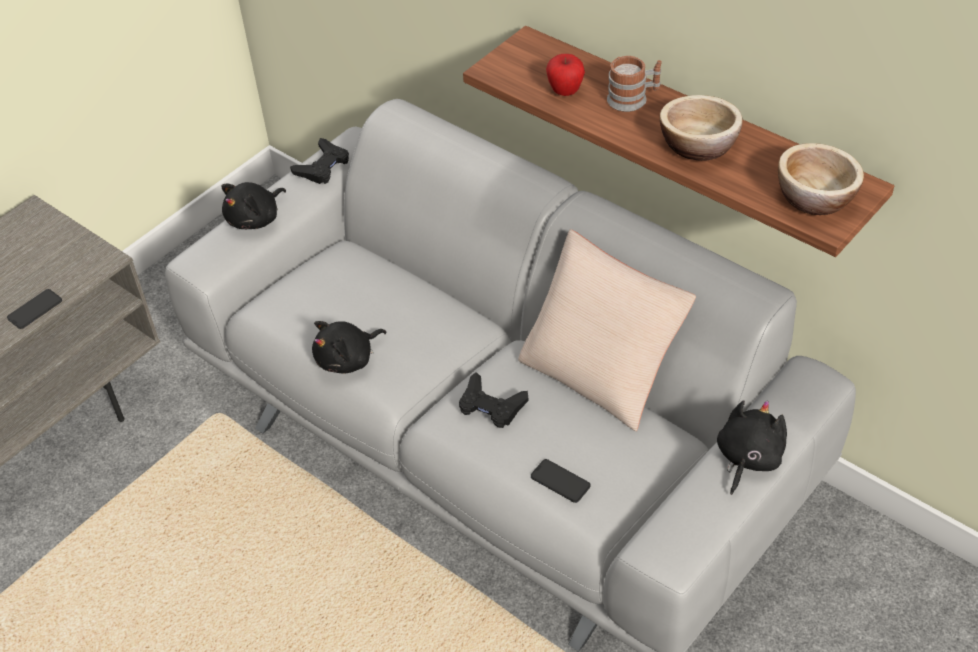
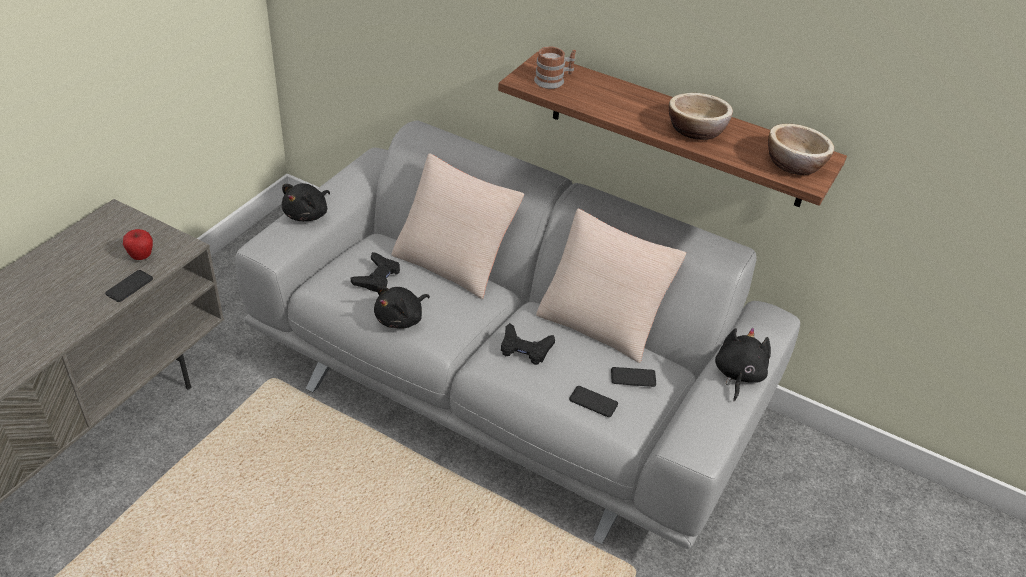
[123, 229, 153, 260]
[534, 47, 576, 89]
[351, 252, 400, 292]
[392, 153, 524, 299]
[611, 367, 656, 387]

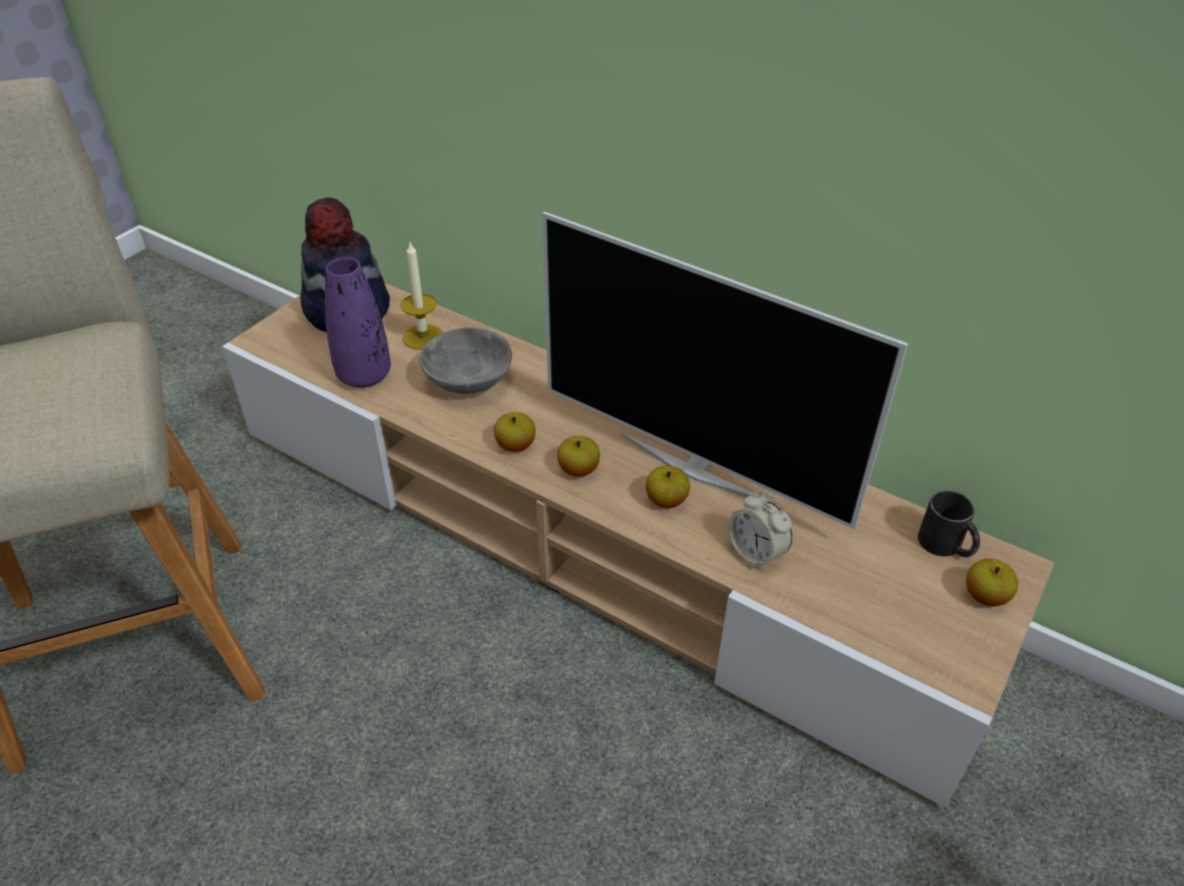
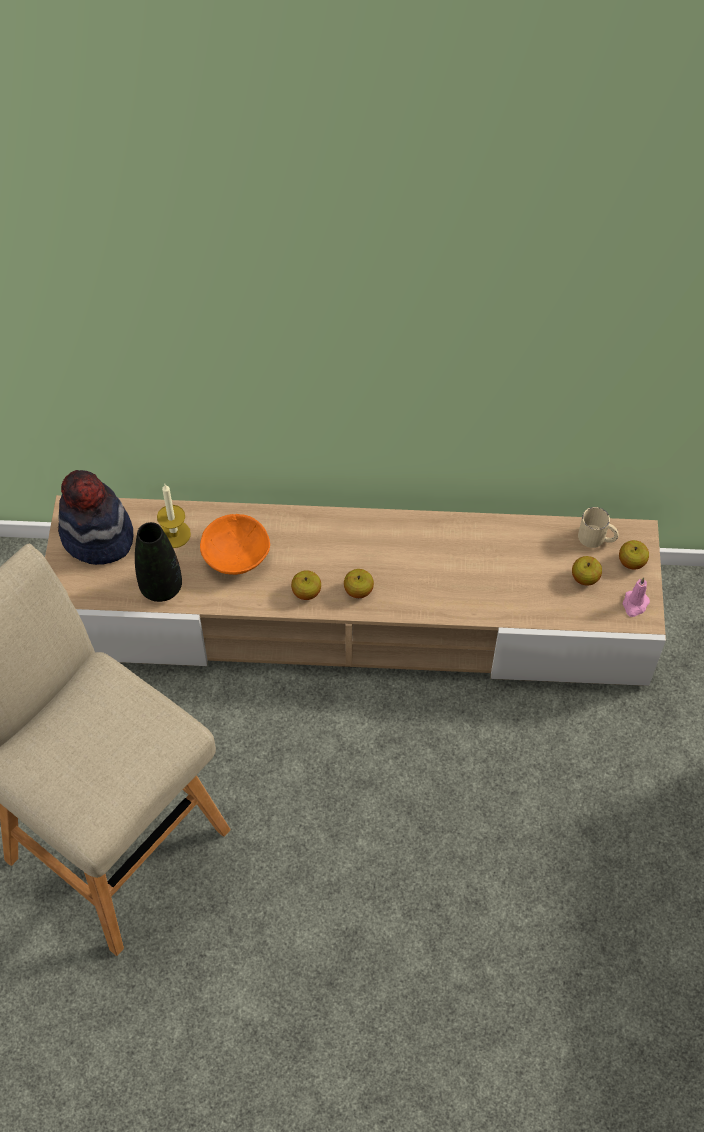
[542, 211, 908, 530] (first image)
[135, 522, 182, 602]
[200, 514, 270, 575]
[572, 556, 602, 586]
[578, 507, 619, 548]
[728, 491, 792, 571] (first image)
[623, 577, 650, 617]

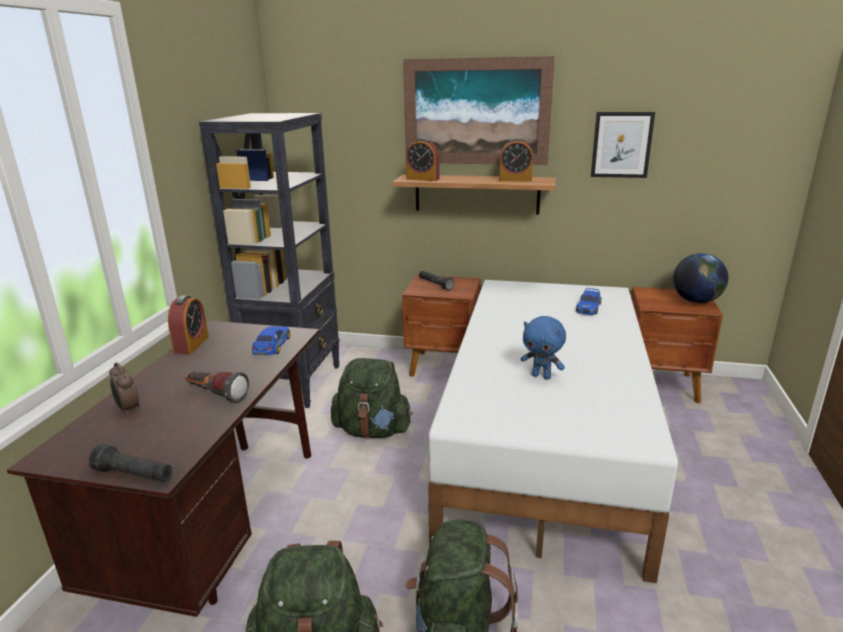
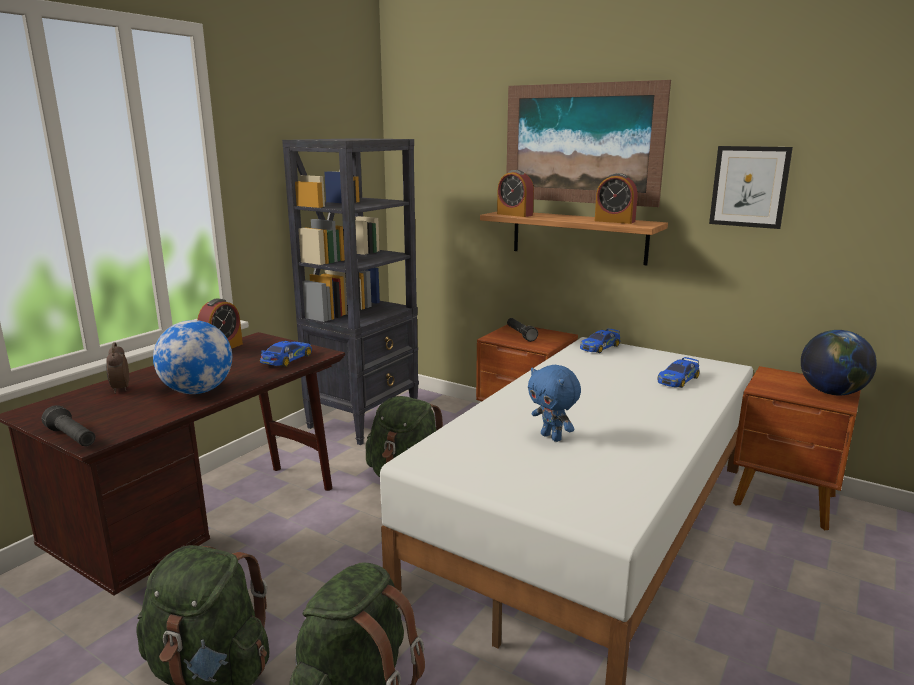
[153, 320, 232, 394]
[580, 328, 621, 353]

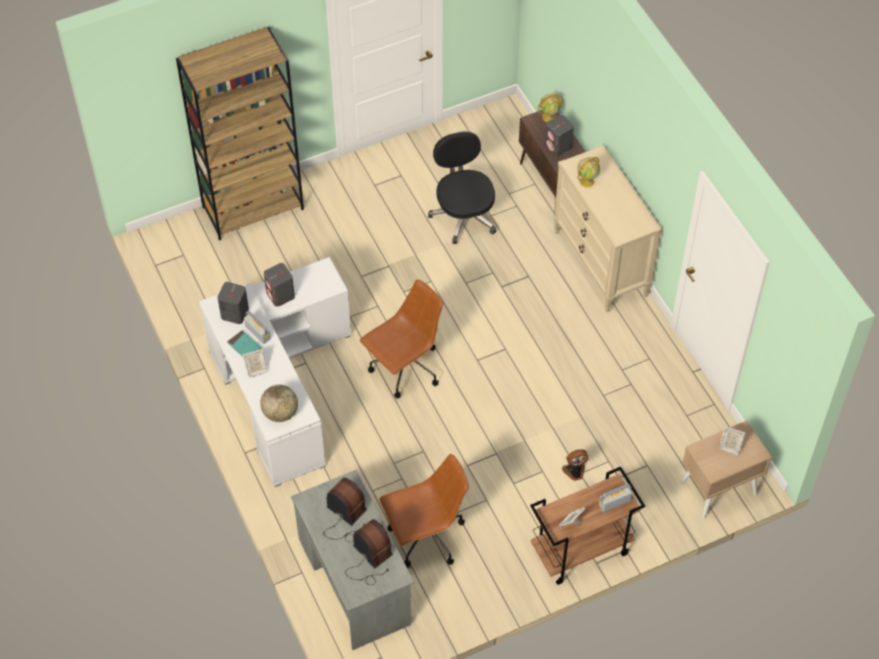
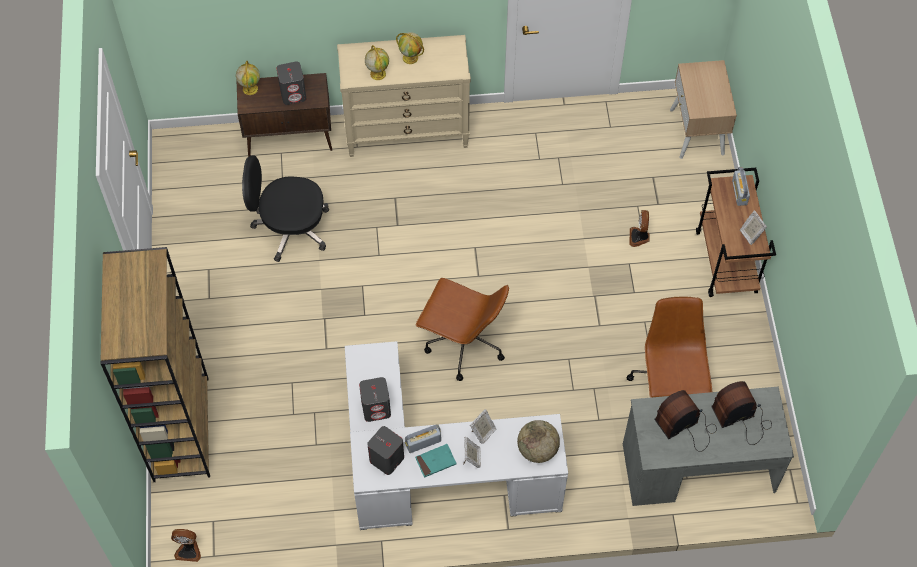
[416, 278, 509, 381]
[470, 409, 496, 444]
[396, 32, 424, 64]
[171, 529, 201, 562]

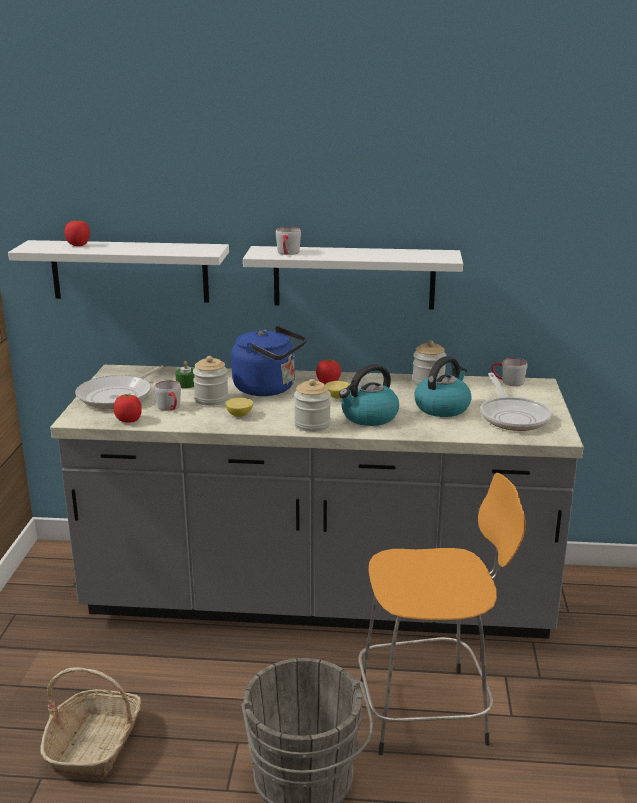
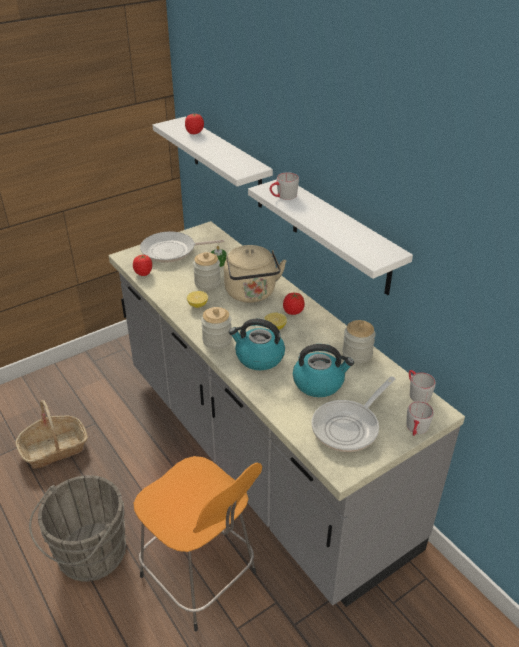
[224, 245, 286, 303]
[406, 401, 434, 436]

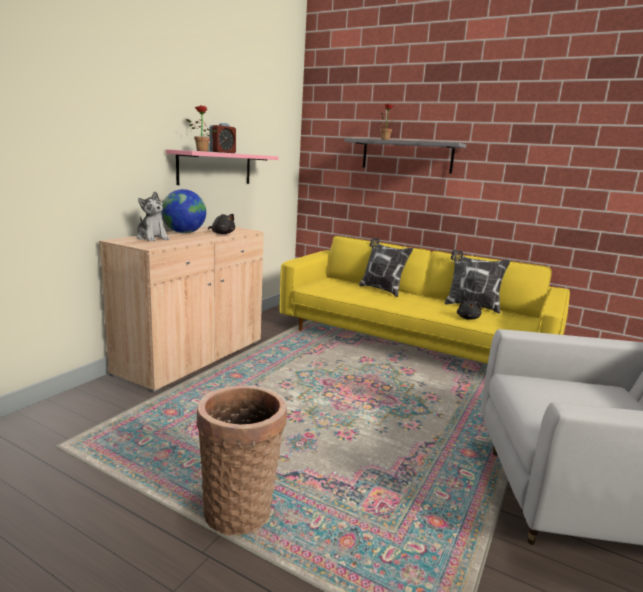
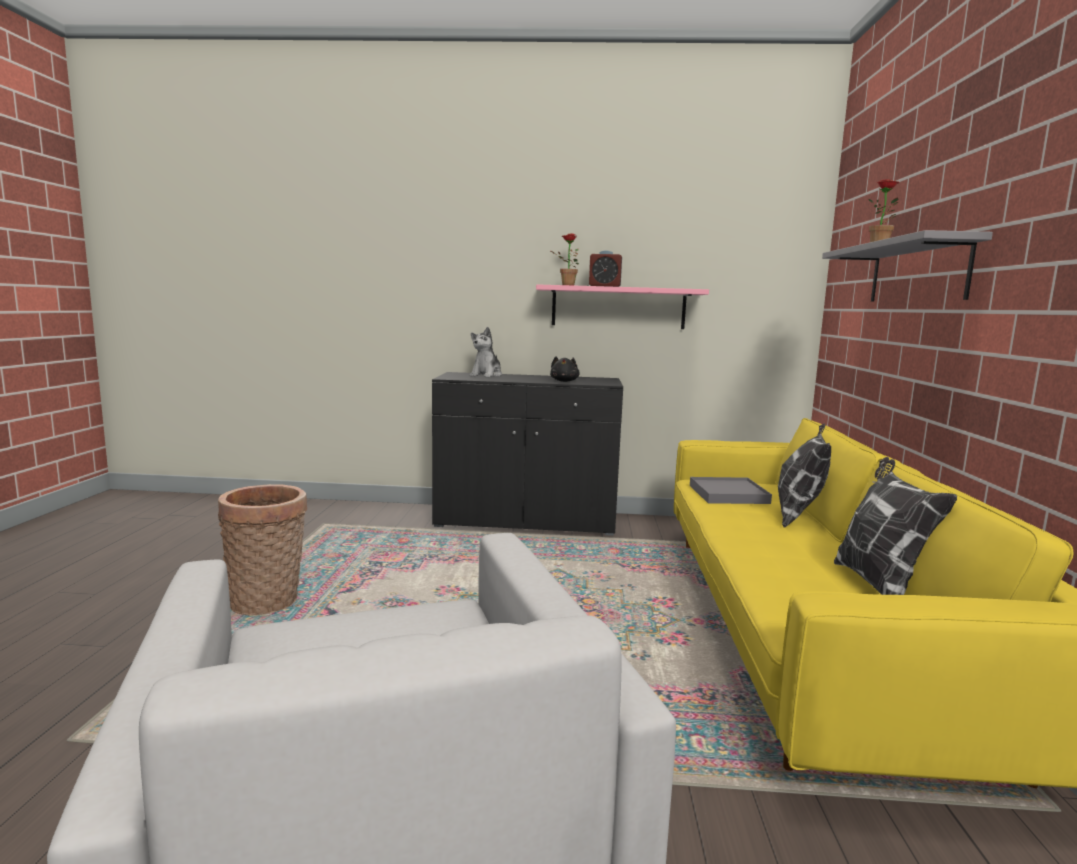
[161, 189, 206, 233] (first image)
[432, 372, 623, 536]
[457, 300, 482, 320] (first image)
[690, 477, 772, 504]

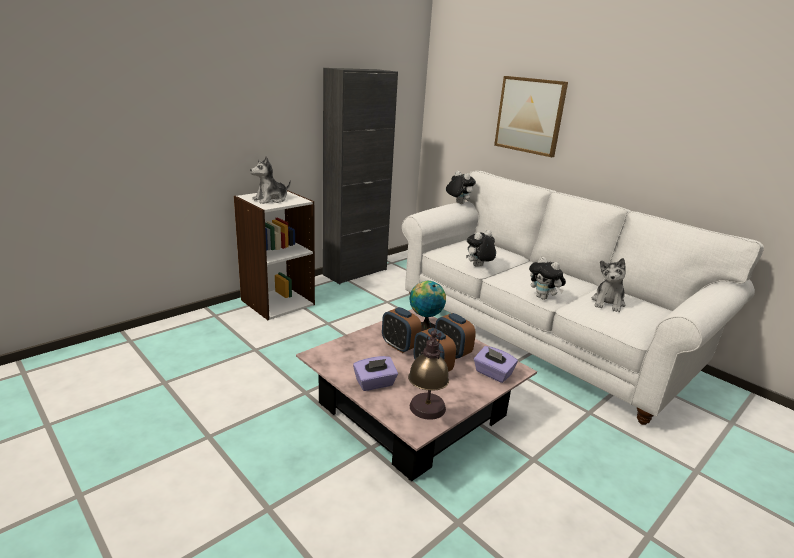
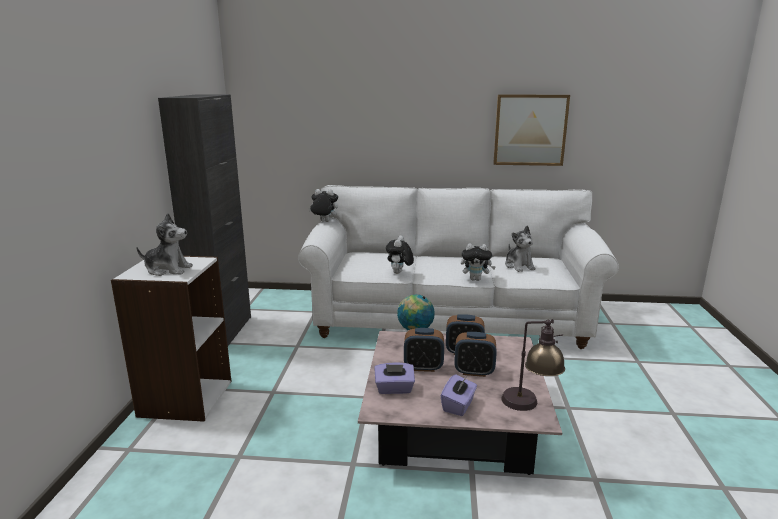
[493, 94, 570, 166]
[136, 213, 193, 276]
[374, 362, 415, 394]

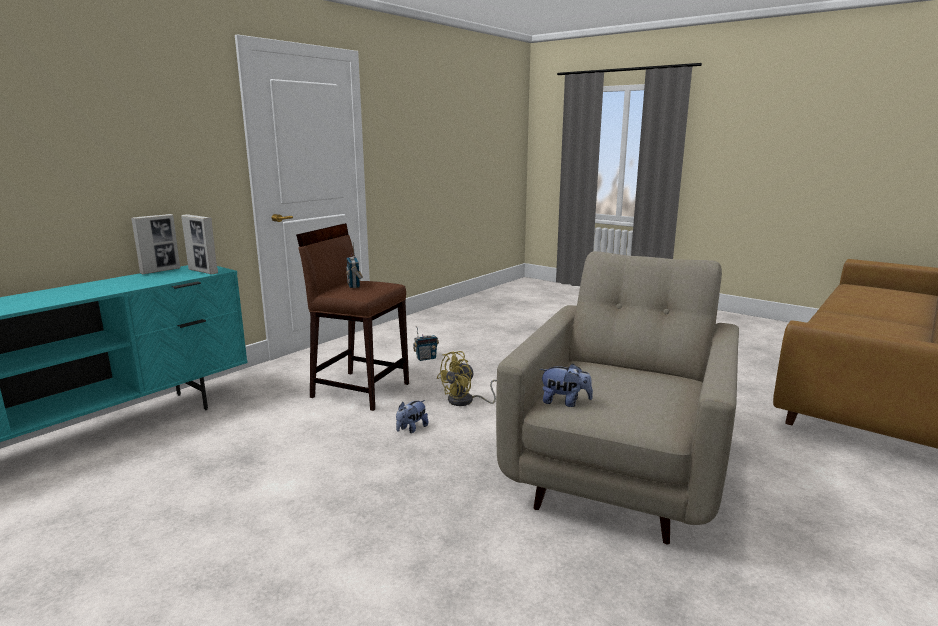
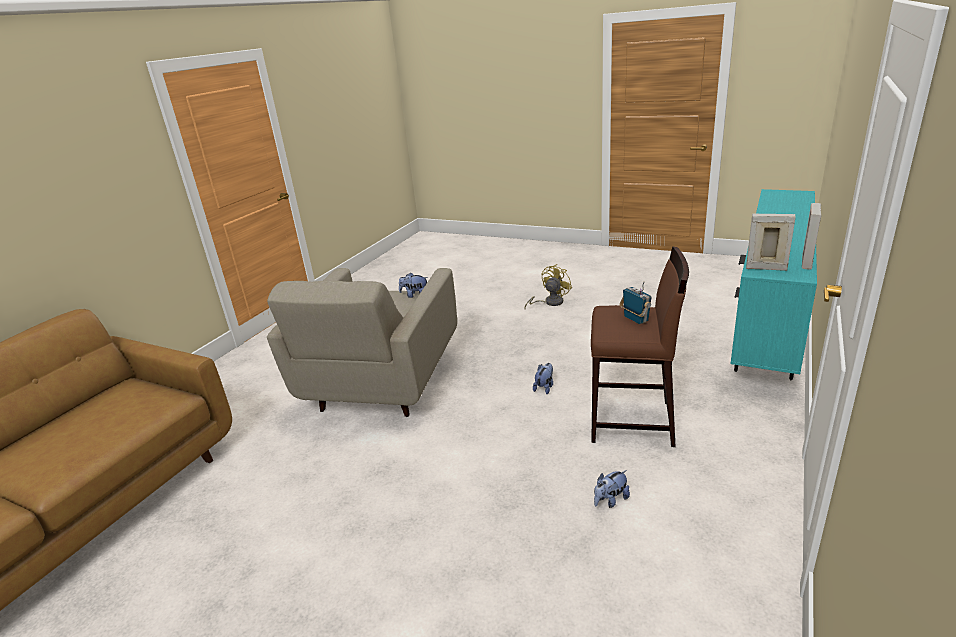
[594, 470, 630, 508]
[524, 264, 572, 309]

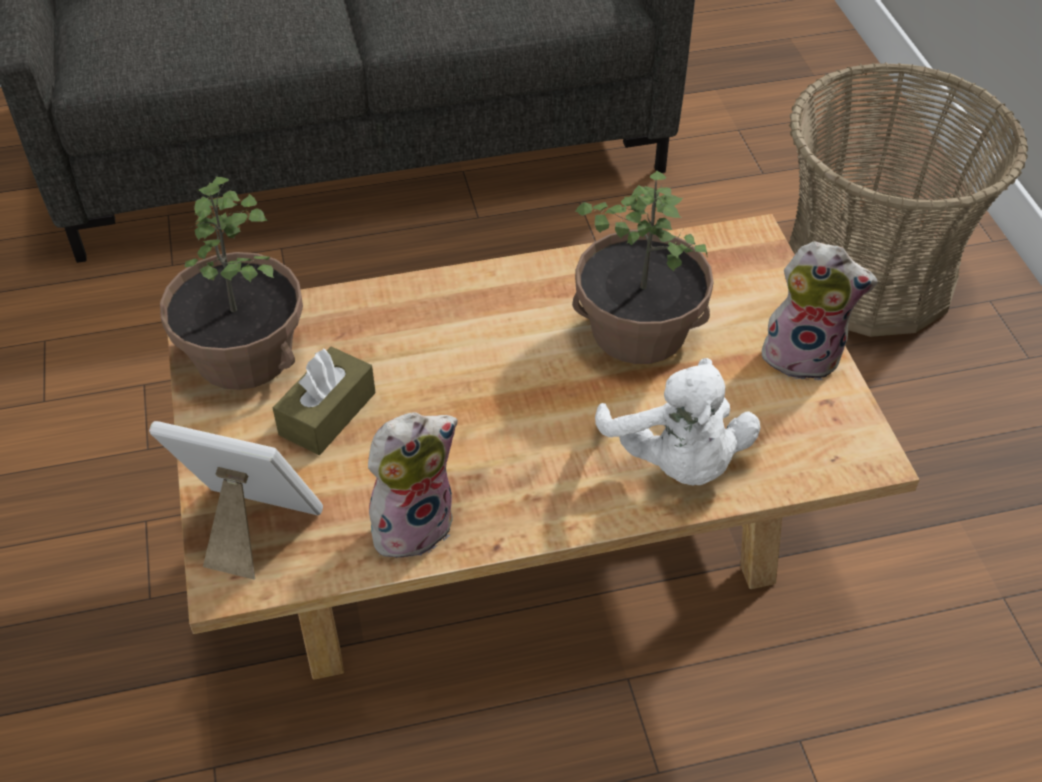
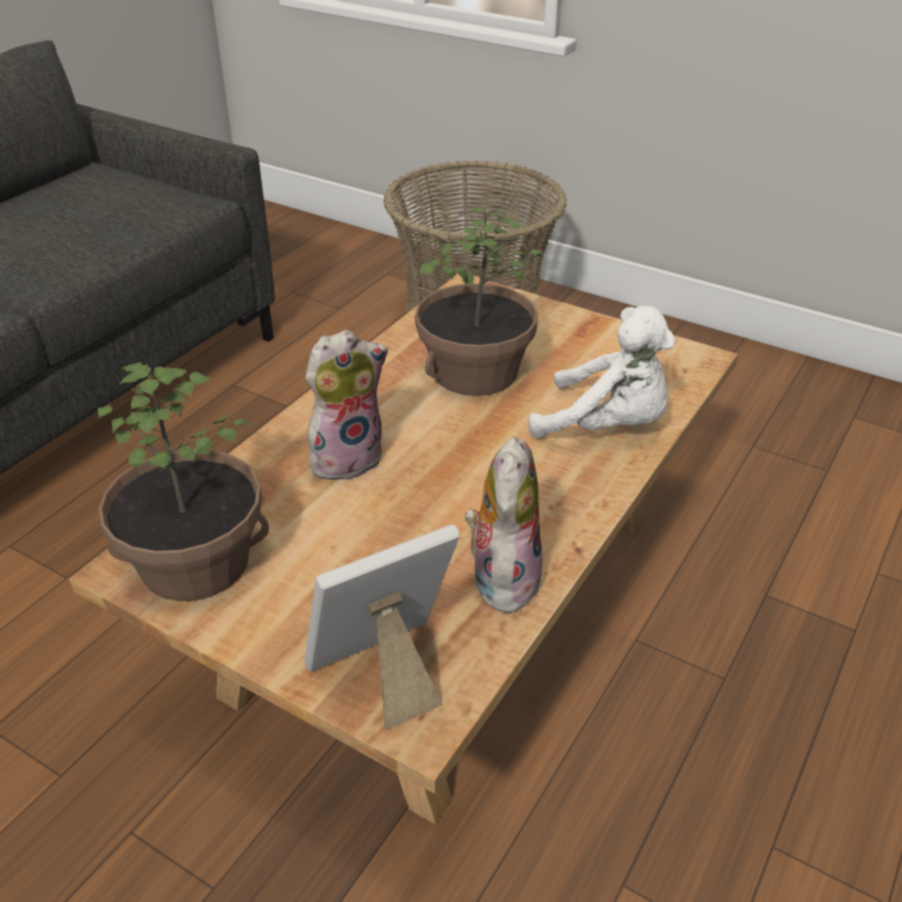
[306, 330, 388, 484]
[273, 347, 376, 455] (first image)

